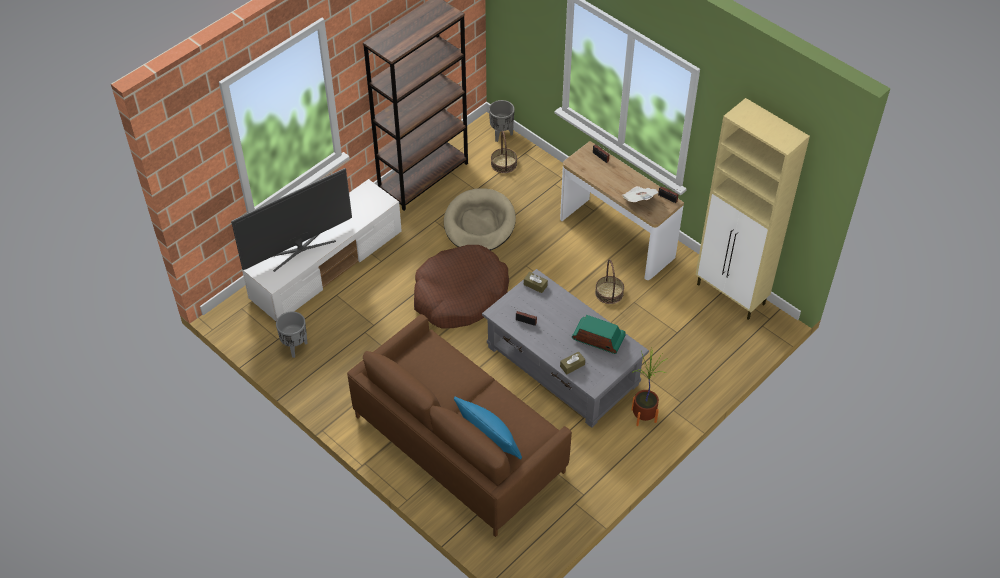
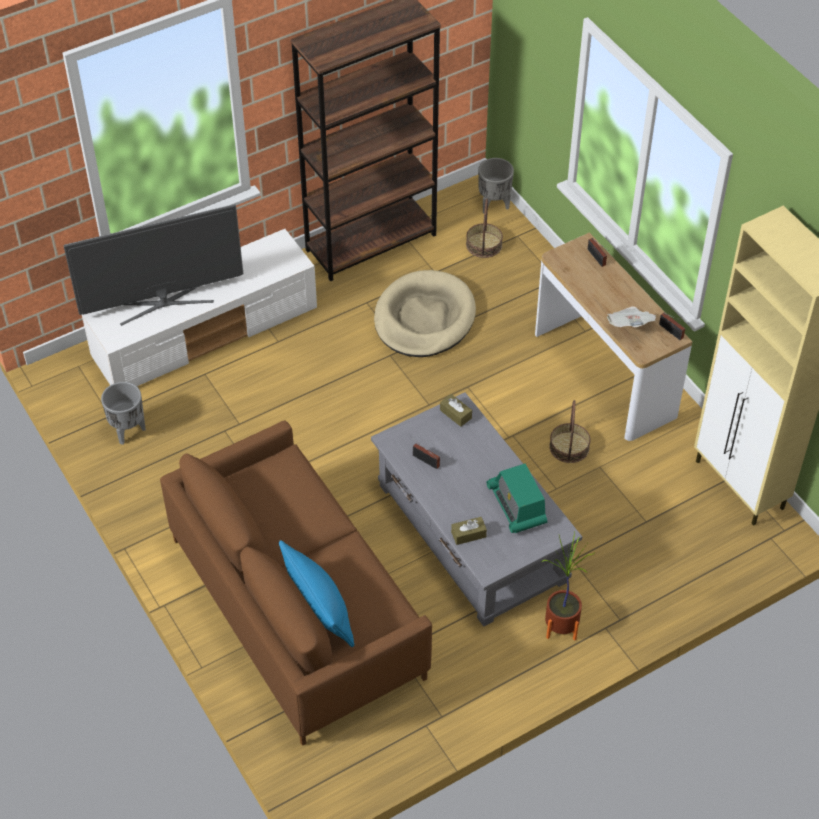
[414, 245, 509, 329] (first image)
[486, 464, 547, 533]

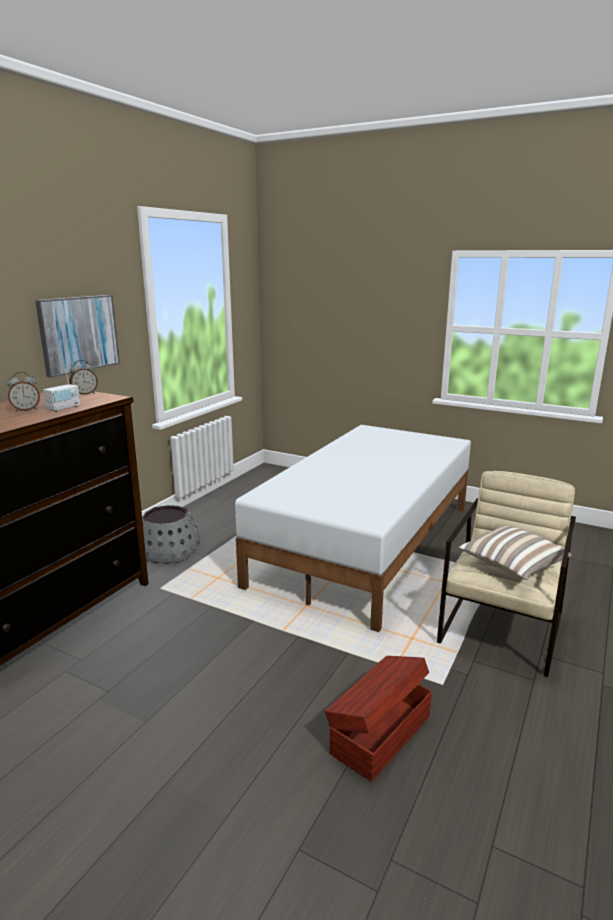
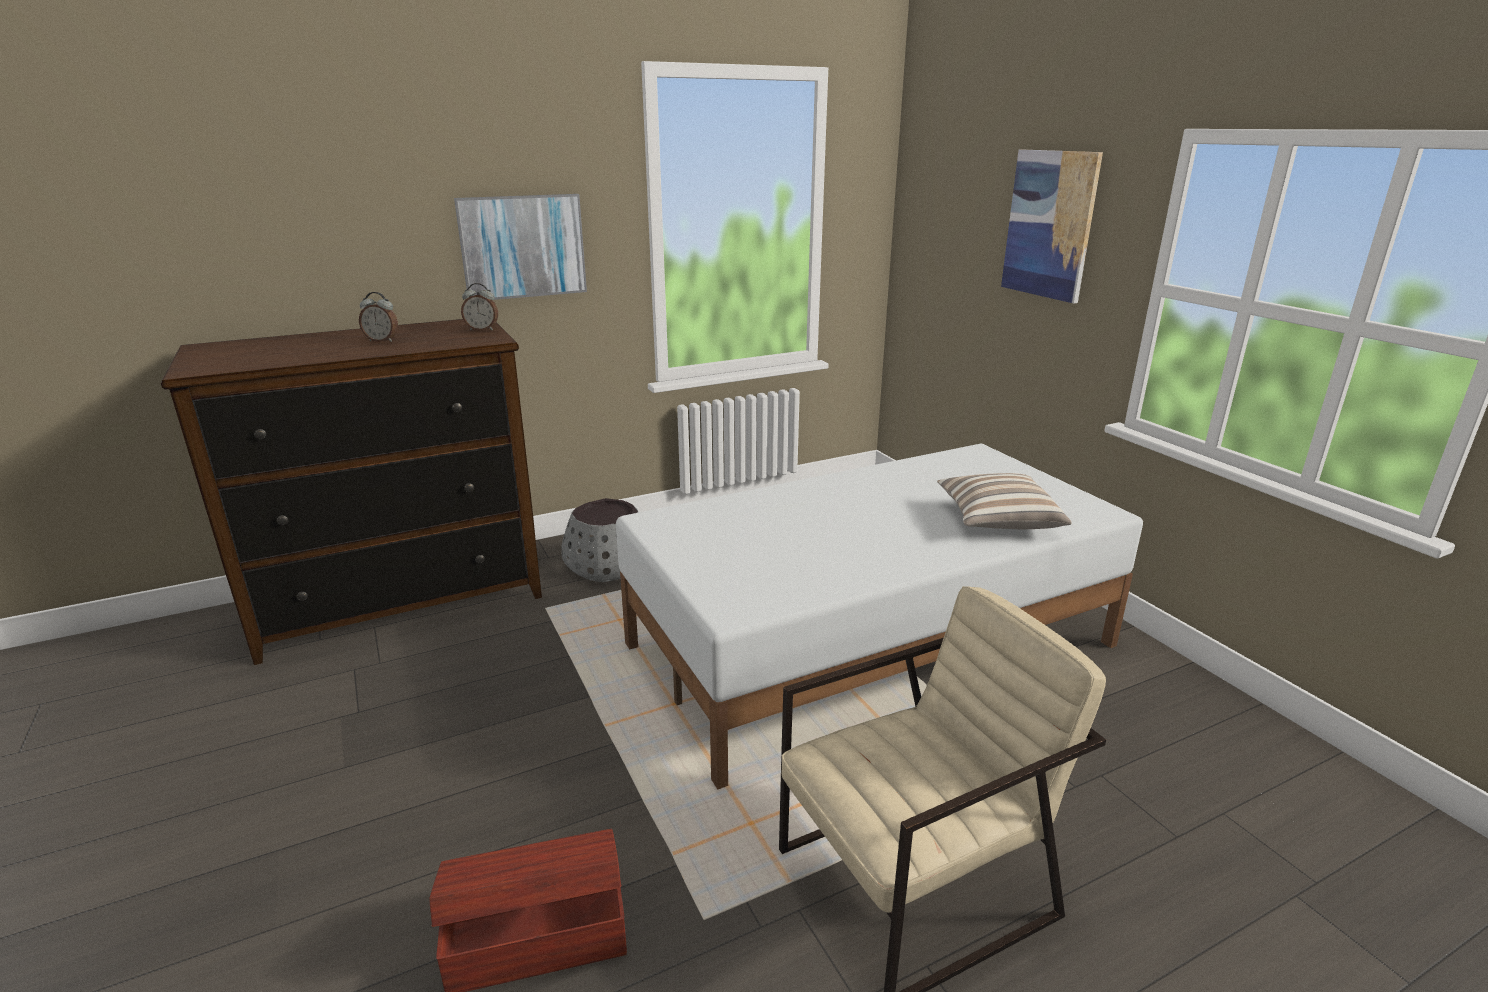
[43, 369, 81, 412] (first image)
[937, 473, 1072, 529]
[1001, 150, 1103, 304]

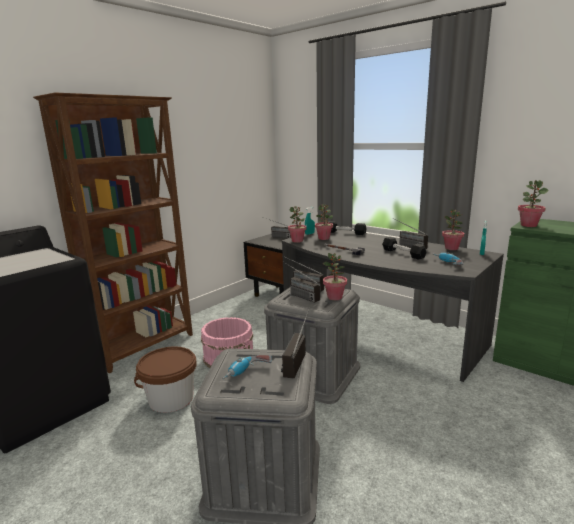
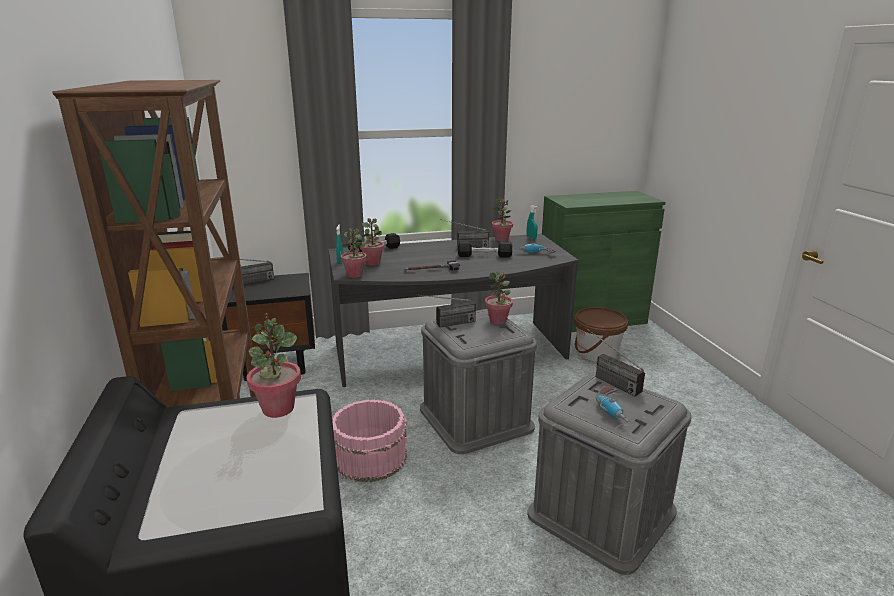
[247, 318, 301, 418]
[282, 261, 320, 303] (first image)
[574, 307, 628, 362]

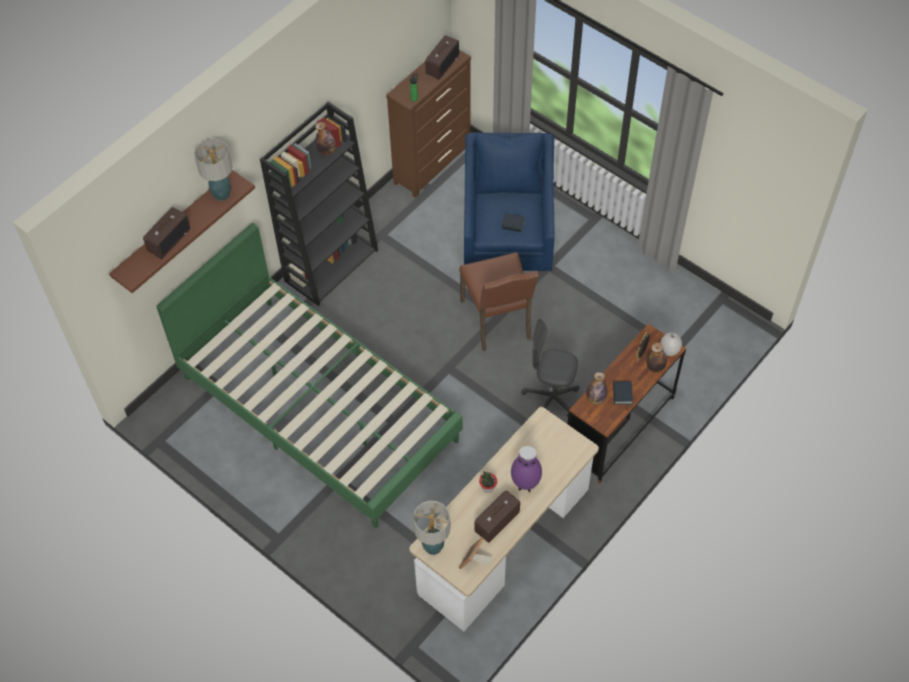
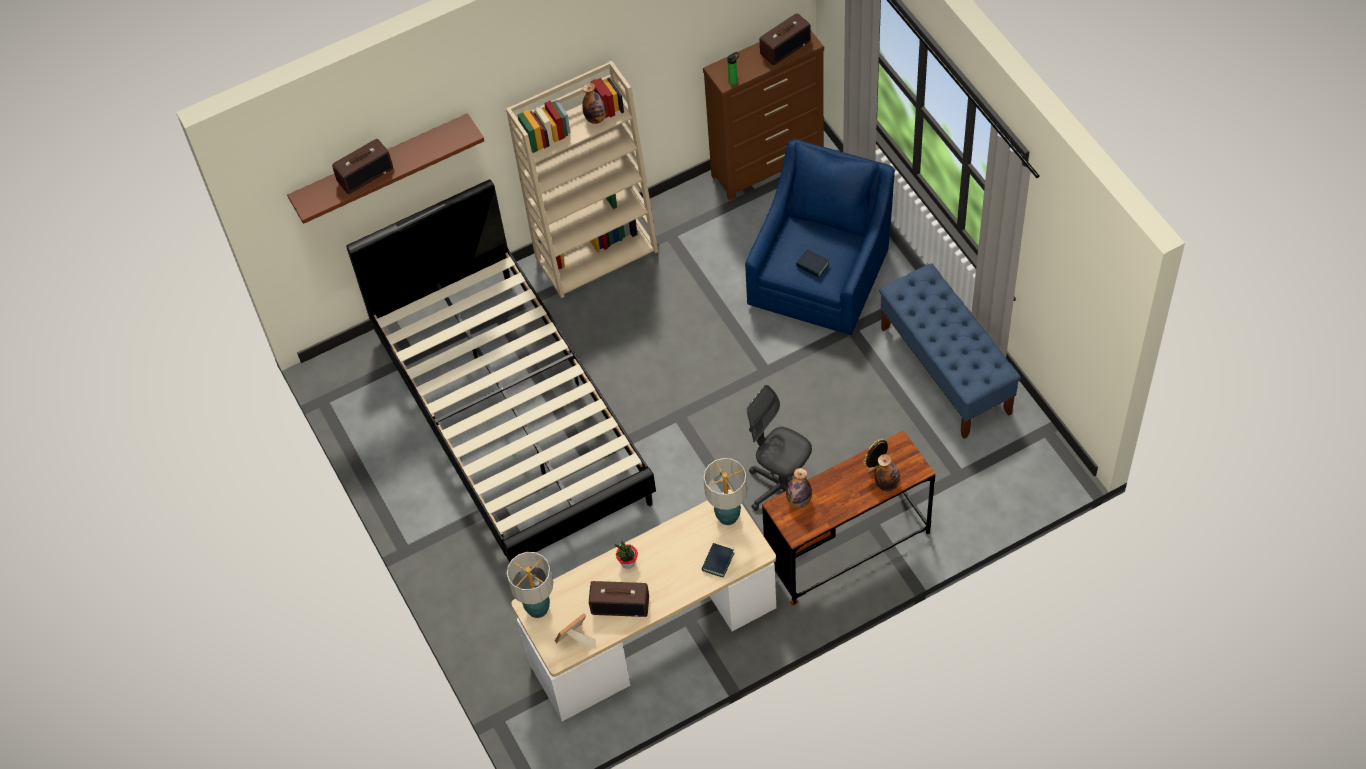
[506, 61, 658, 298]
[703, 458, 747, 525]
[346, 179, 656, 574]
[459, 252, 539, 351] (first image)
[660, 333, 682, 356] (first image)
[702, 543, 734, 578]
[511, 446, 542, 492] (first image)
[589, 581, 649, 617]
[879, 263, 1021, 439]

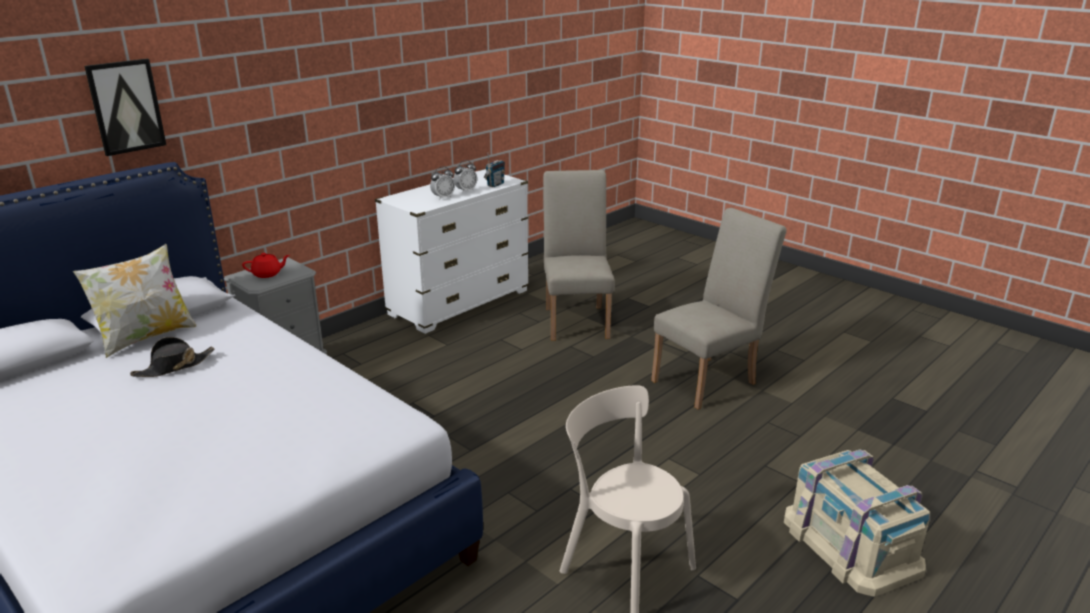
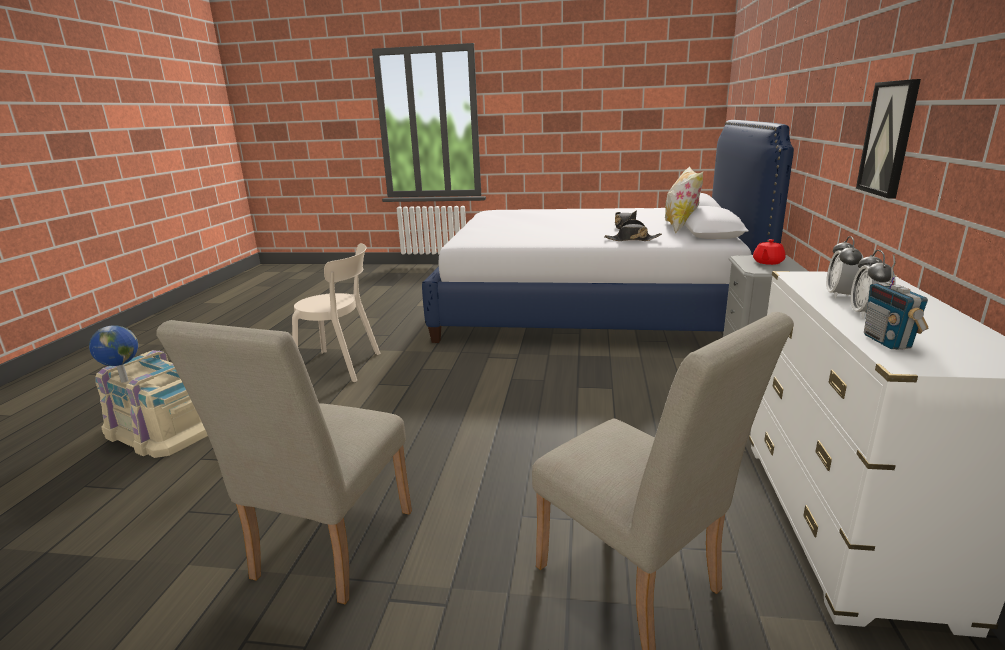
[856, 79, 921, 198]
[604, 219, 662, 241]
[89, 325, 138, 383]

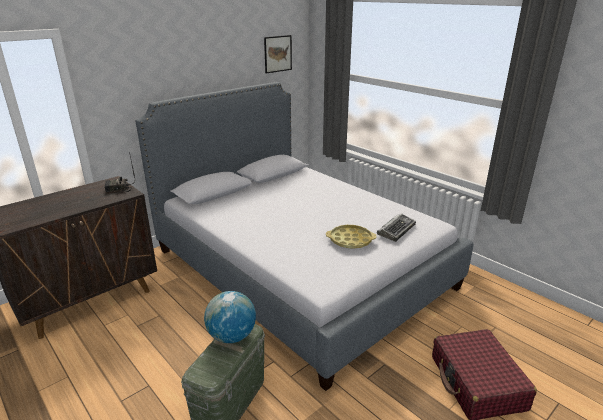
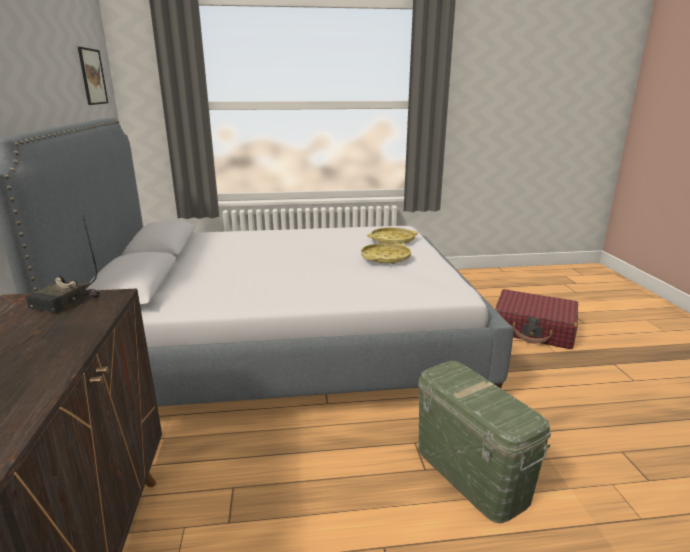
[367, 228, 418, 244]
[204, 291, 256, 343] (first image)

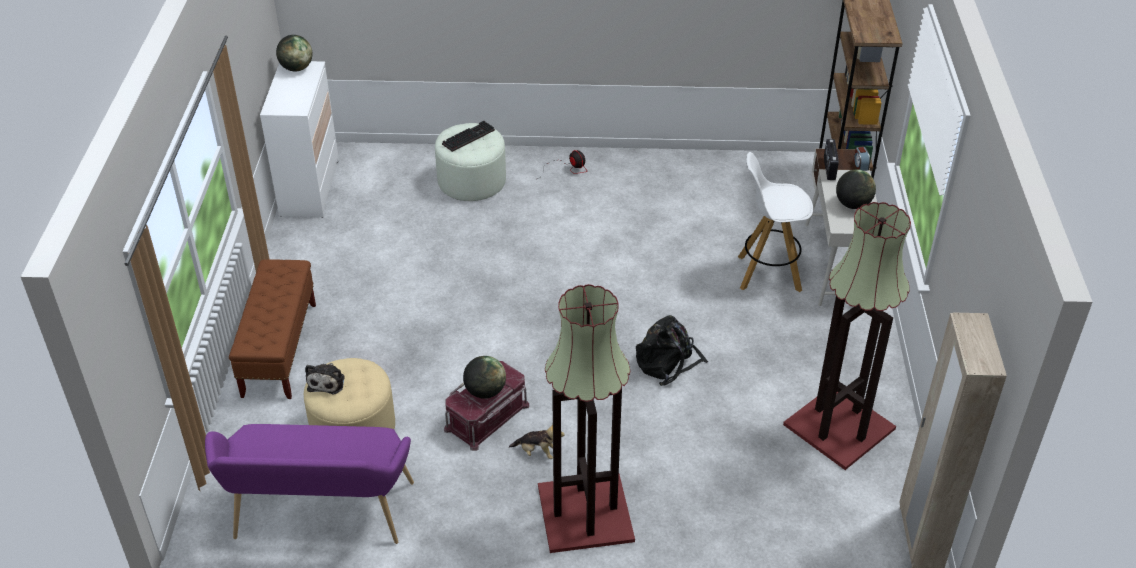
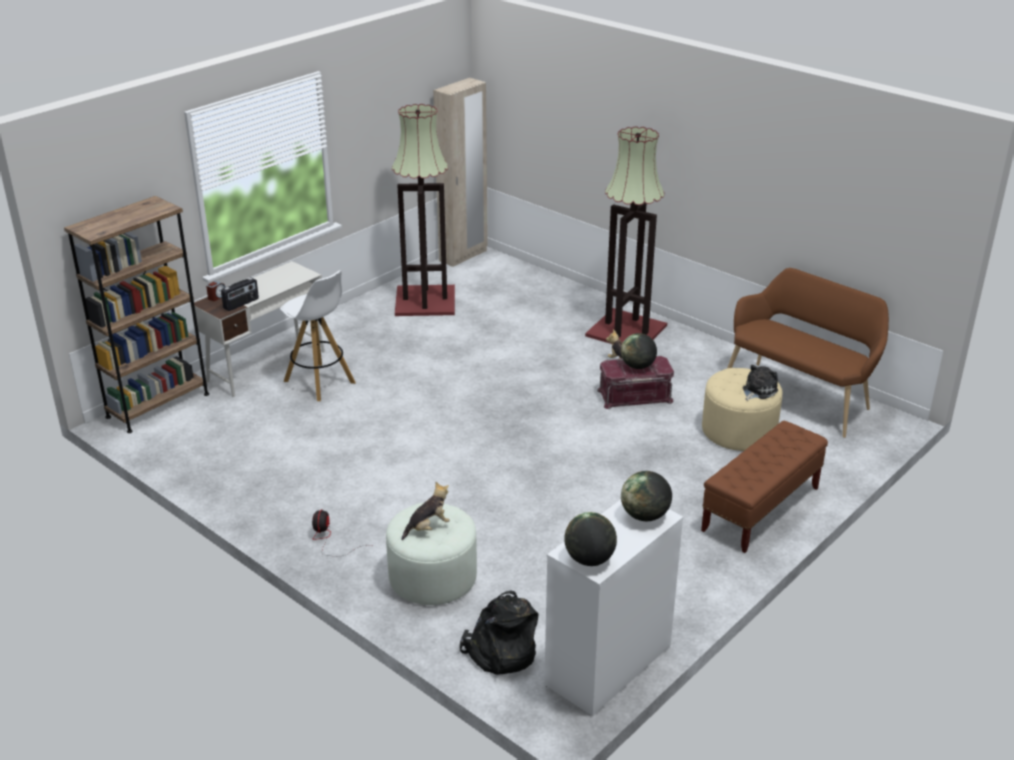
[401, 482, 450, 540]
[621, 471, 672, 521]
[460, 590, 538, 675]
[727, 268, 889, 438]

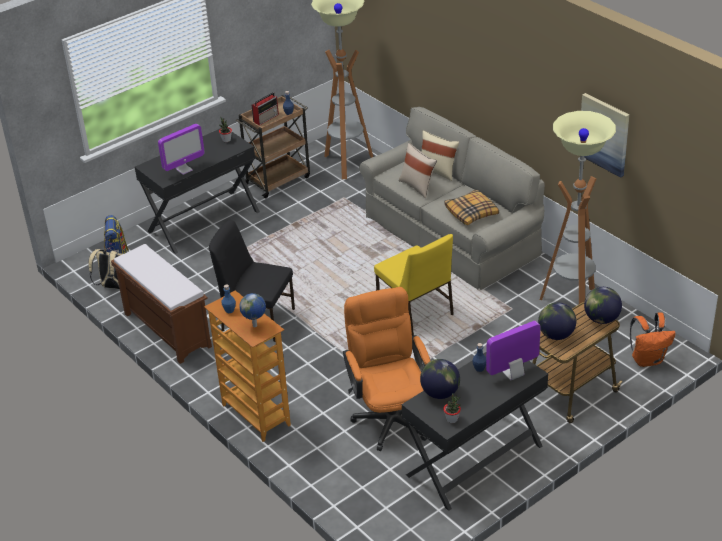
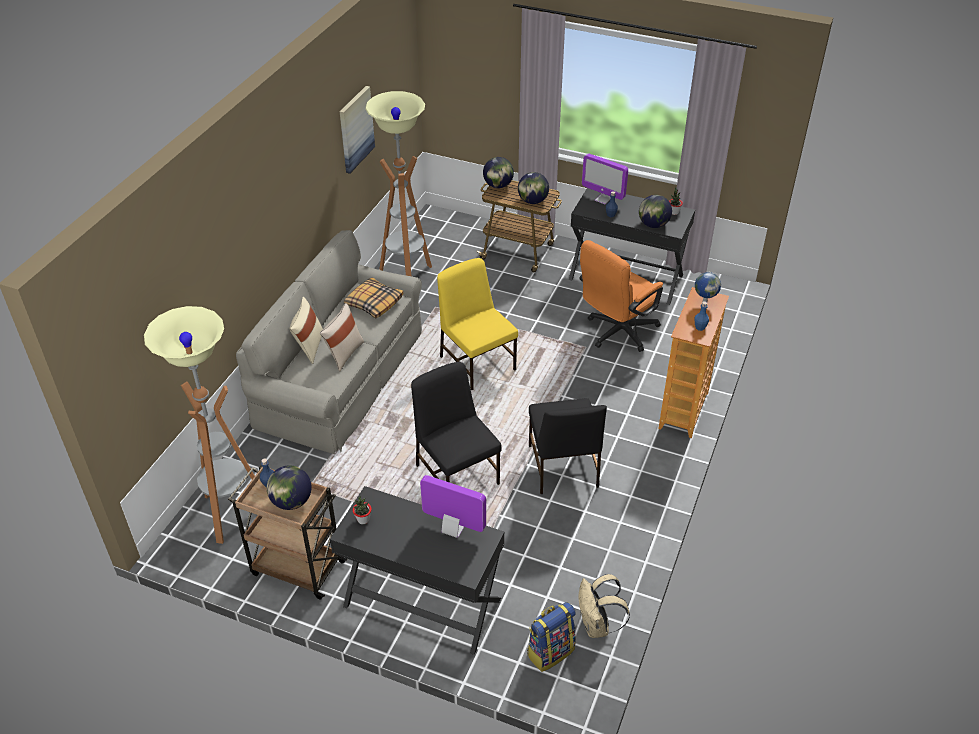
[267, 465, 312, 510]
[437, 258, 518, 390]
[111, 244, 212, 364] (first image)
[630, 312, 676, 367] (first image)
[411, 362, 502, 485]

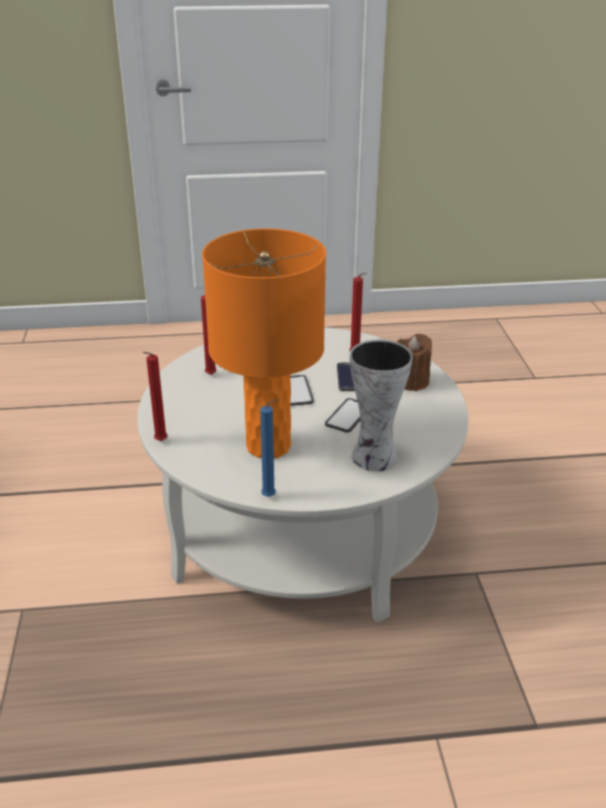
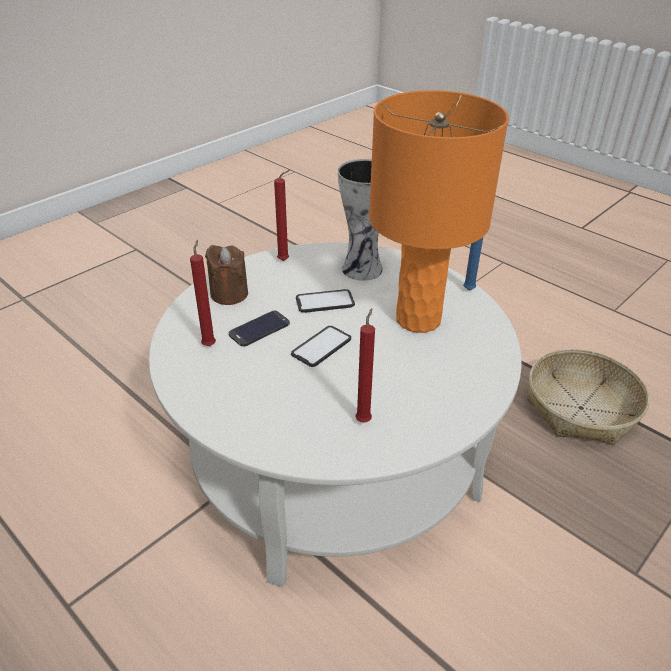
[274, 170, 290, 261]
[528, 349, 650, 445]

